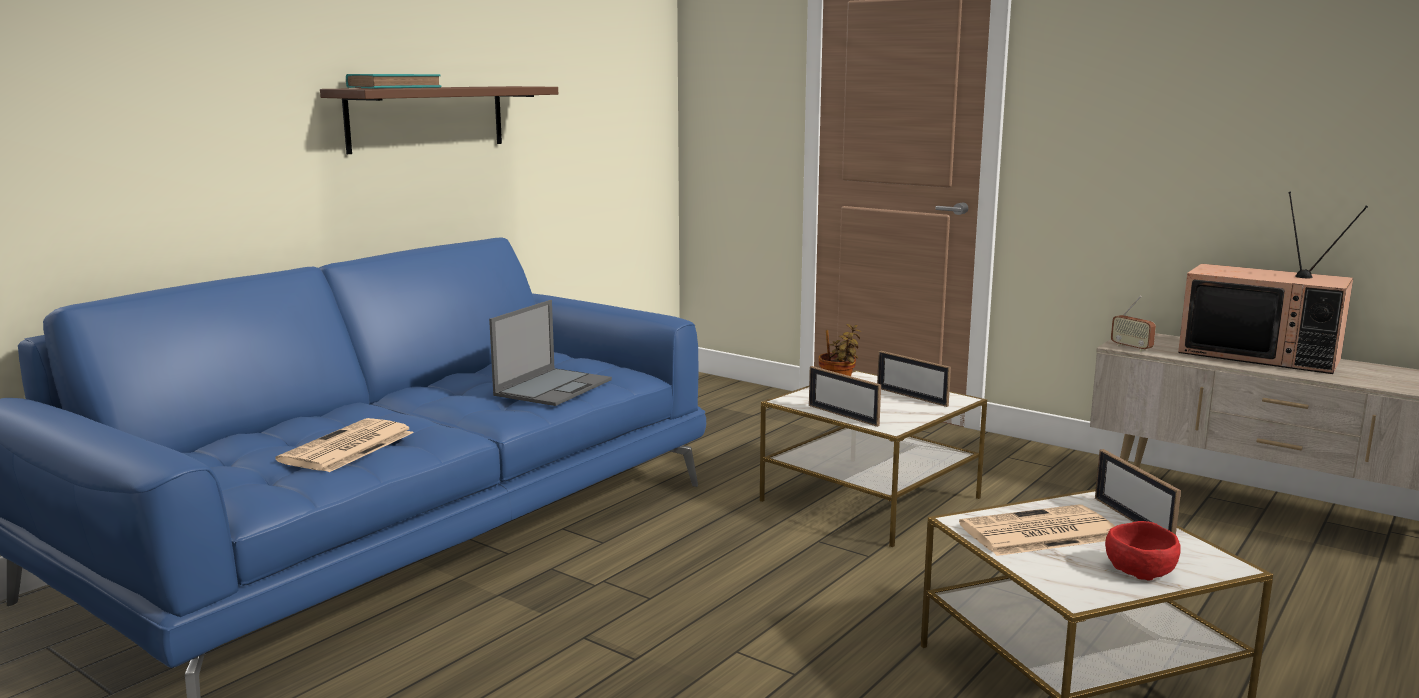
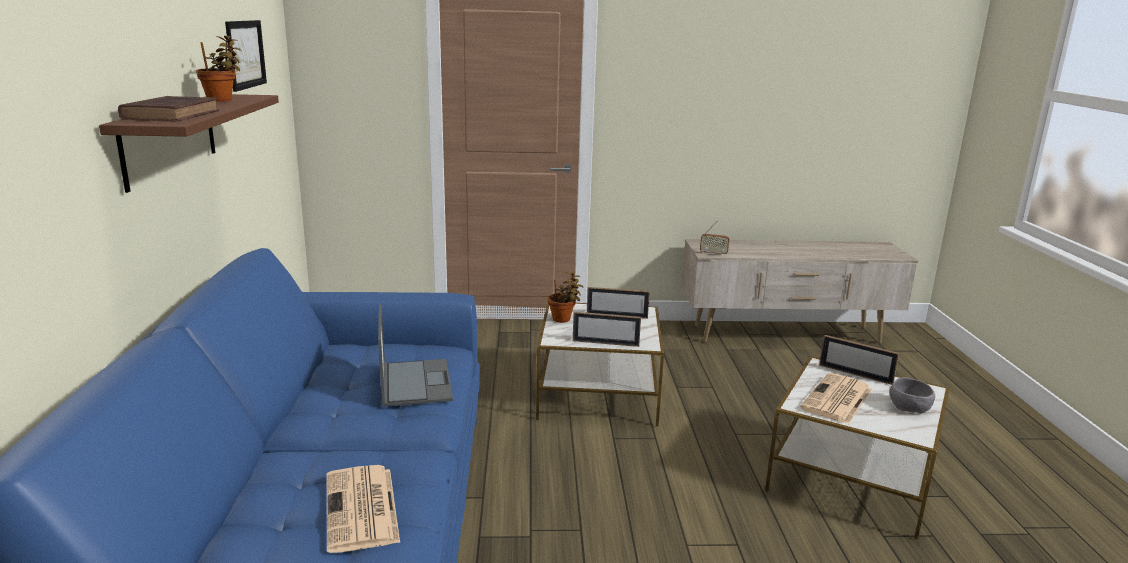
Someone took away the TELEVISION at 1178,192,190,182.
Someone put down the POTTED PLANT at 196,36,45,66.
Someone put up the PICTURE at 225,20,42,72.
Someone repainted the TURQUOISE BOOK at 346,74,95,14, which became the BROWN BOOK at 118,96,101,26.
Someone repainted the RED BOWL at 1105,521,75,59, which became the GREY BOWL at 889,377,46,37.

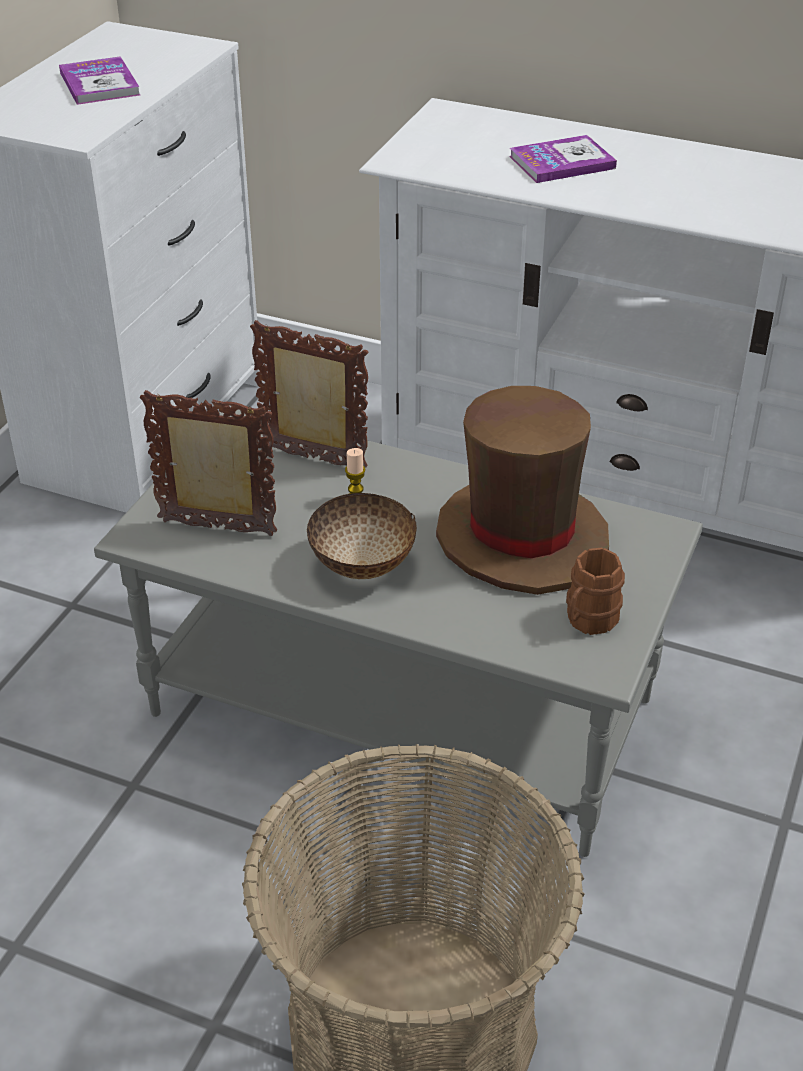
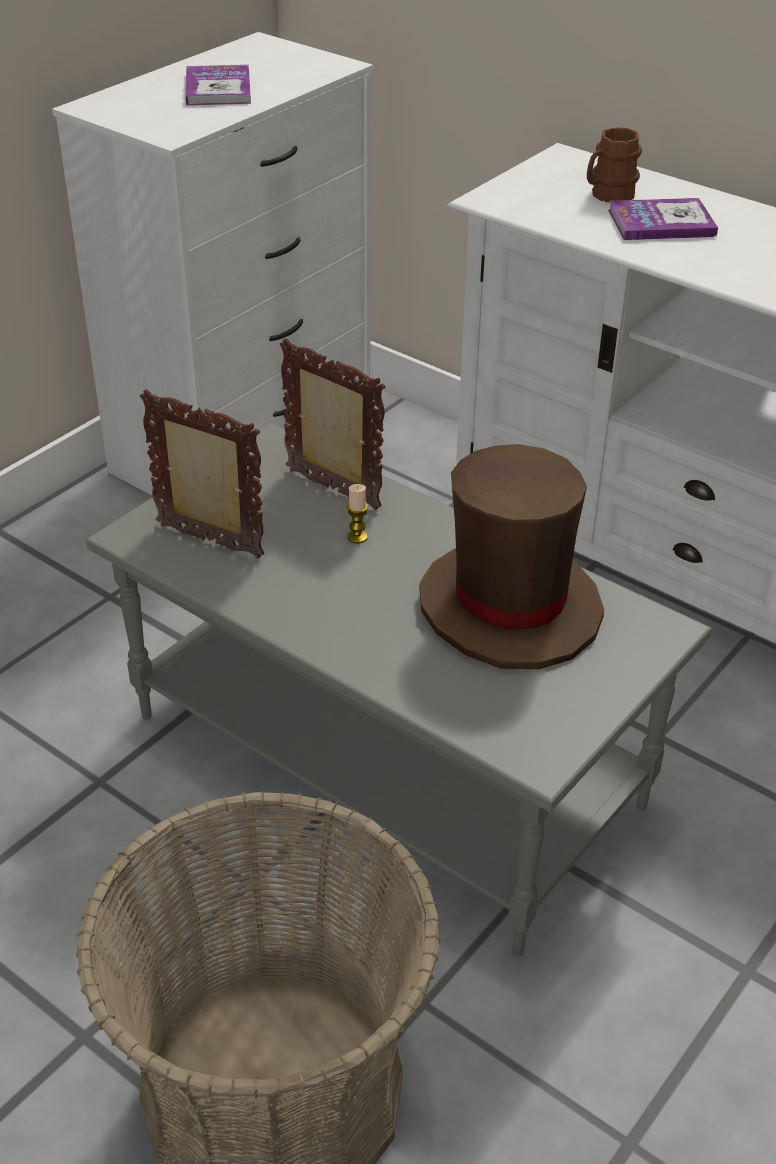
Someone took away the BOWL at 307,493,110,86.
Someone carried the BROWN MUG from 566,548,59,87 to 587,127,55,75.

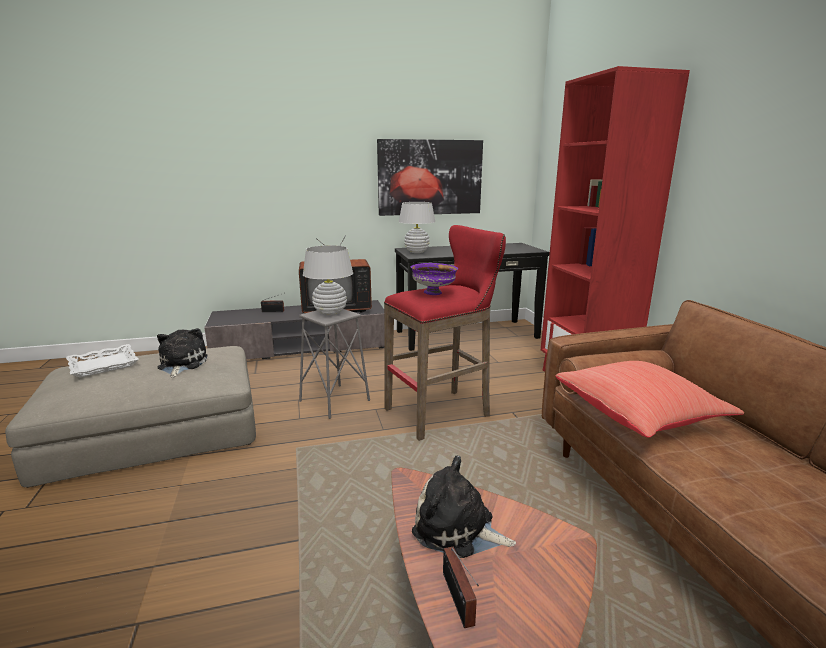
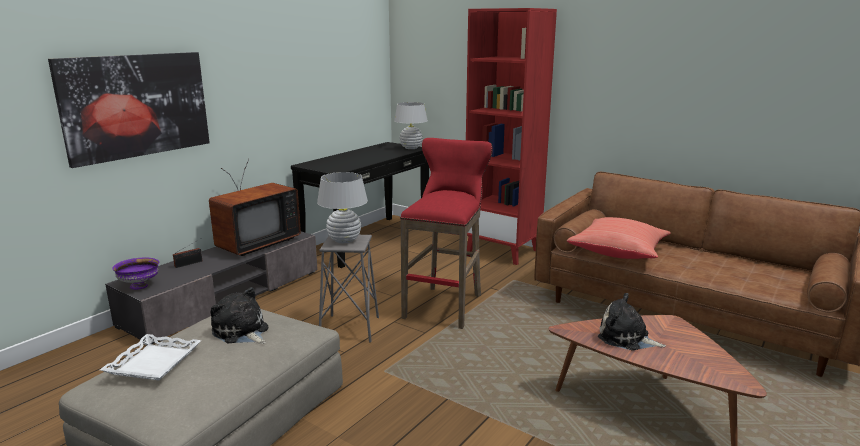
Someone took away the RADIO at 443,546,36,82.
Someone carried the PICTURE from 377,139,106,77 to 48,52,162,116.
Someone carried the WHITE TABLE LAMP from 399,202,36,51 to 394,102,34,47.
Someone carried the PURPLE BOWL from 411,263,47,32 to 112,258,47,32.
Someone rotated the PLUSH TOY at 412,455,104,103 by 45 degrees clockwise.

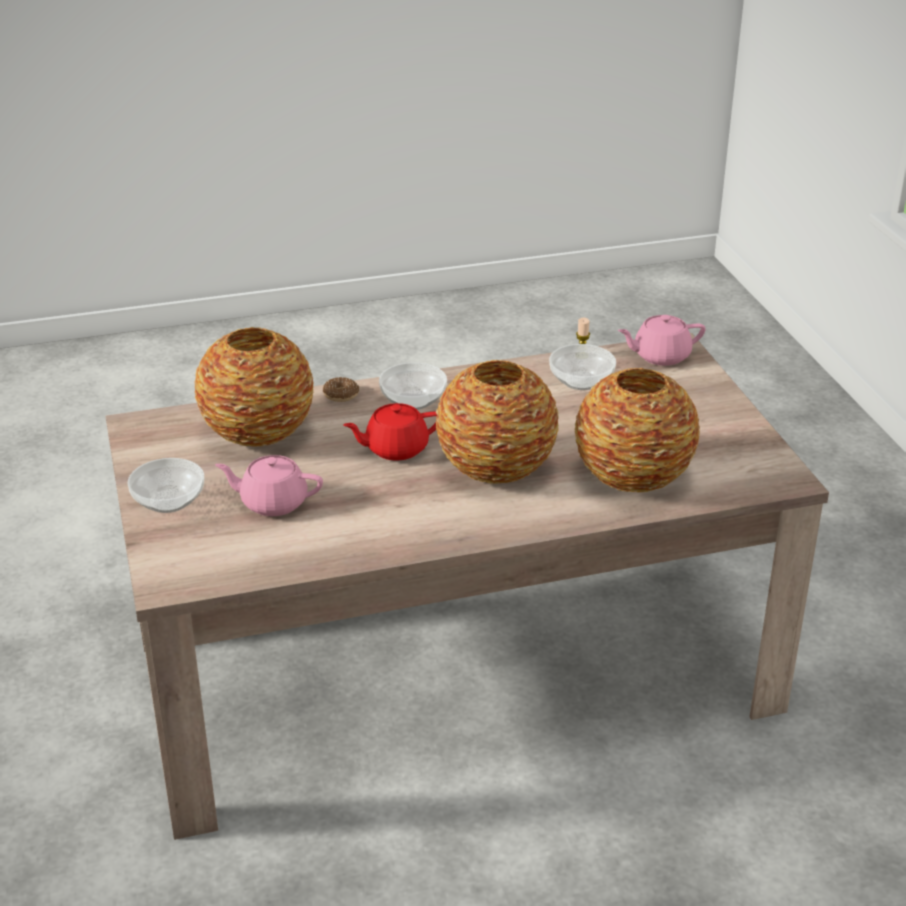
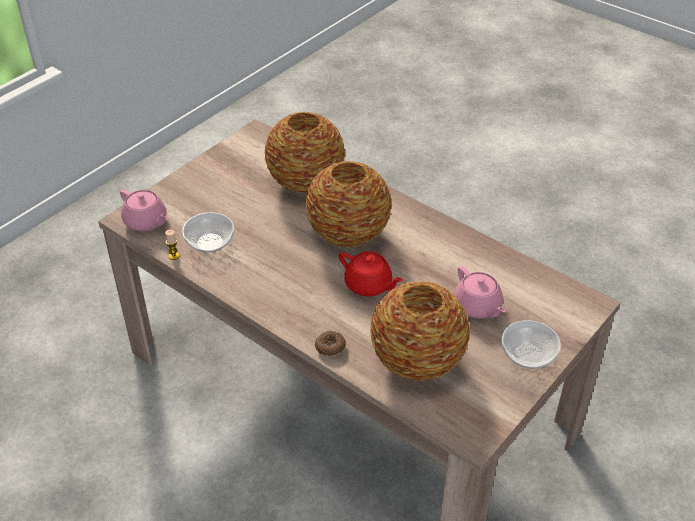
Someone took away the BOWL at 379,362,68,48.

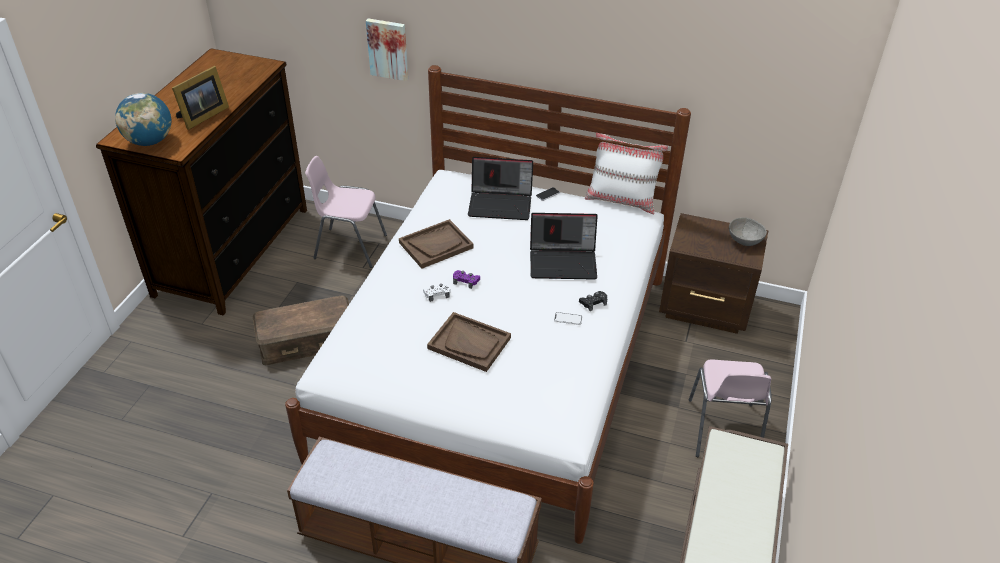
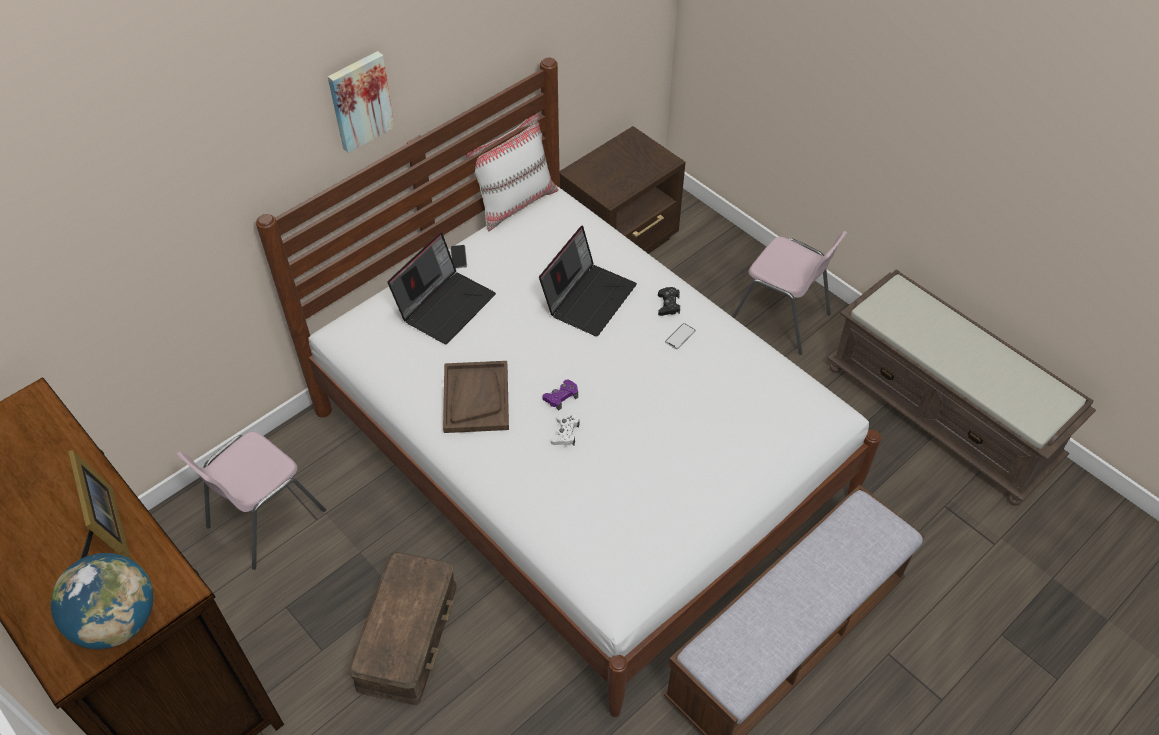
Someone took away the BROWN TRAY at 427,312,84,60.
Someone took away the GREY BOWL at 729,217,38,29.
Someone carried the PICTURE from 366,18,42,63 to 328,51,67,102.

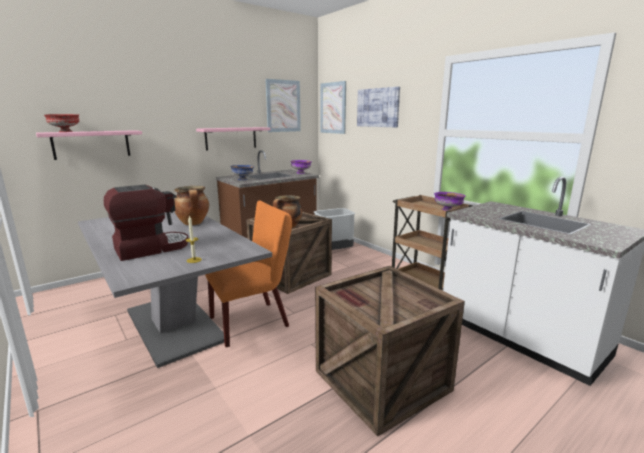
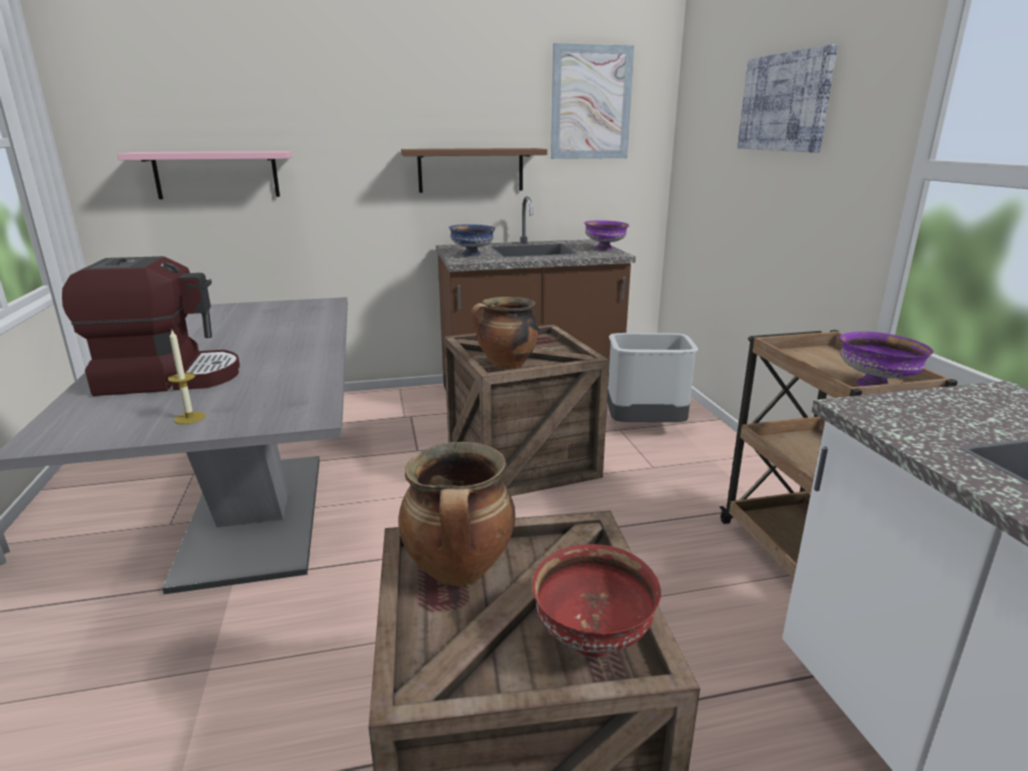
Someone took away the ORANGE CHAIR at 205,200,87,147.
Someone took away the PICTURE at 320,81,26,53.
Someone carried the RED BOWL from 44,114,35,18 to 532,544,129,113.
Someone carried the COOKING POT from 174,186,35,39 to 399,442,116,144.
Someone repainted the PINK SHELF at 196,127,75,24, which became the BROWN SHELF at 401,148,146,45.

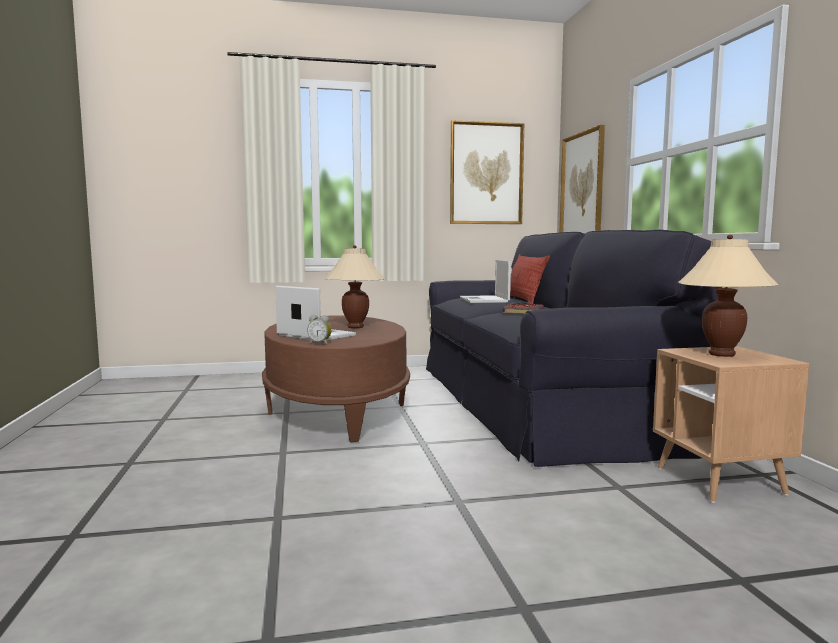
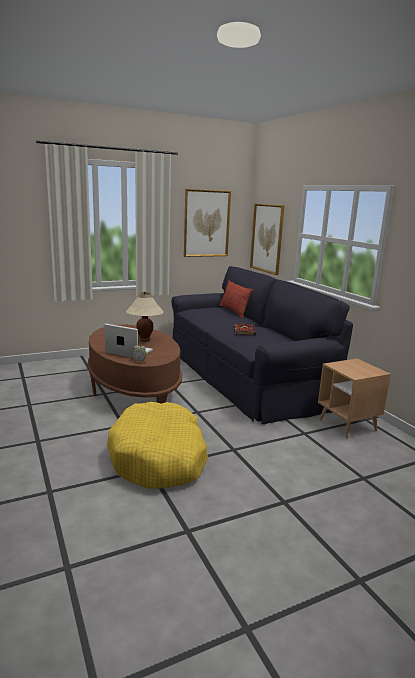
Someone took away the LAPTOP at 460,260,51,43.
Someone took away the BEIGE TABLE LAMP at 678,235,100,122.
Someone put down the YELLOW DOG BED at 107,402,101,87.

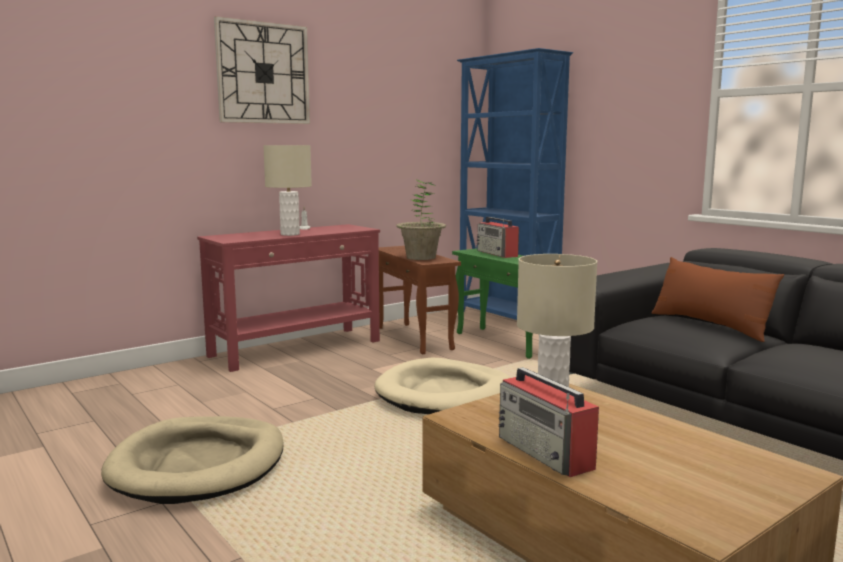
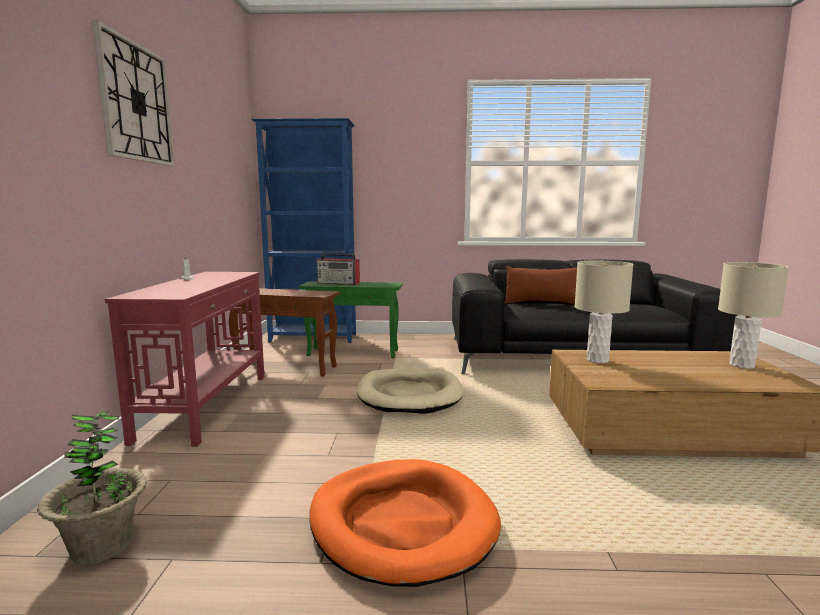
Someone took away the RADIO at 499,367,100,110.
Someone carried the BEIGE TABLE LAMP from 263,145,49,91 to 718,262,71,107.
Someone carried the POTTED PLANT from 396,179,50,81 to 37,411,110,154.
Someone repainted the BEIGE DOG BED at 101,416,183,88, which became the ORANGE DOG BED at 310,459,191,128.

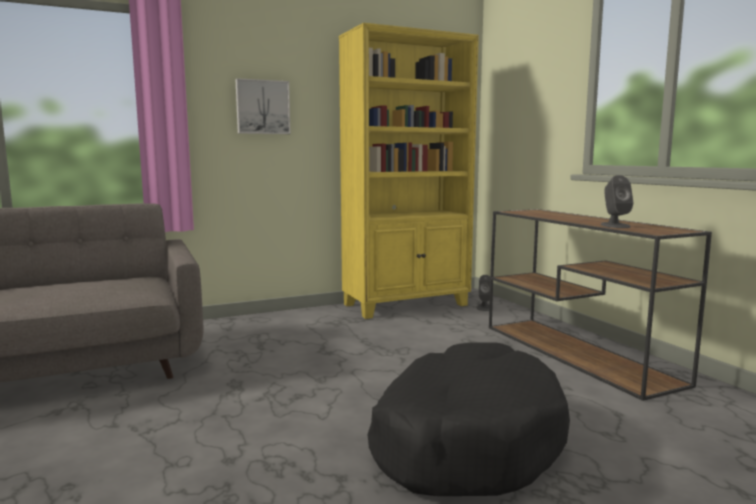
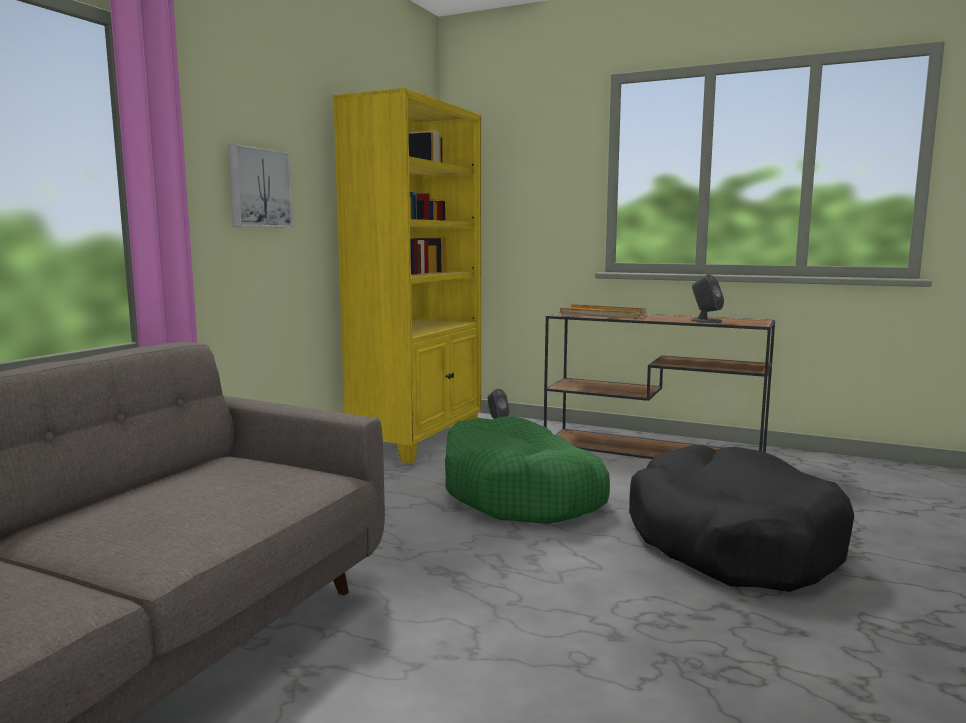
Someone put down the GREEN DOG BED at 445,416,165,108.
Someone put down the BEIGE TRAY at 560,304,86,15.

